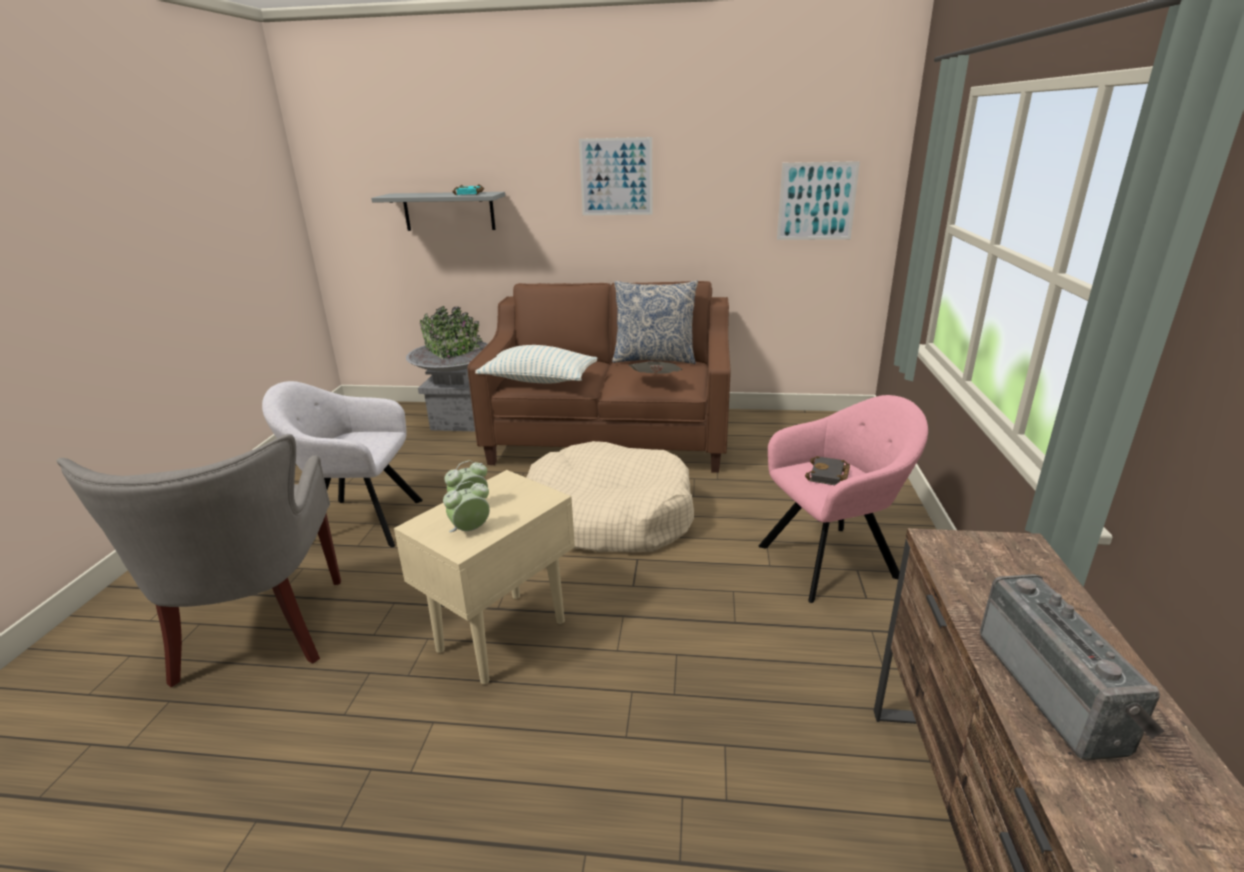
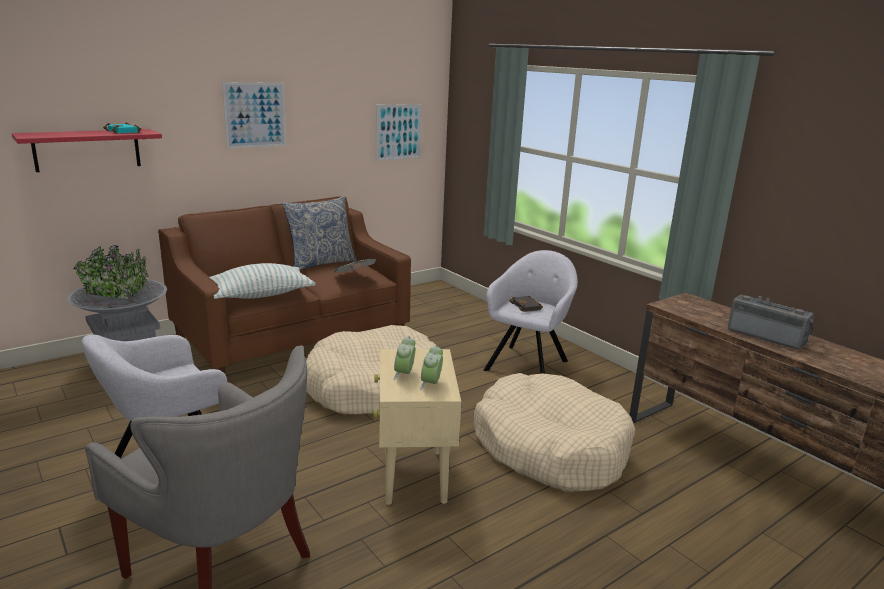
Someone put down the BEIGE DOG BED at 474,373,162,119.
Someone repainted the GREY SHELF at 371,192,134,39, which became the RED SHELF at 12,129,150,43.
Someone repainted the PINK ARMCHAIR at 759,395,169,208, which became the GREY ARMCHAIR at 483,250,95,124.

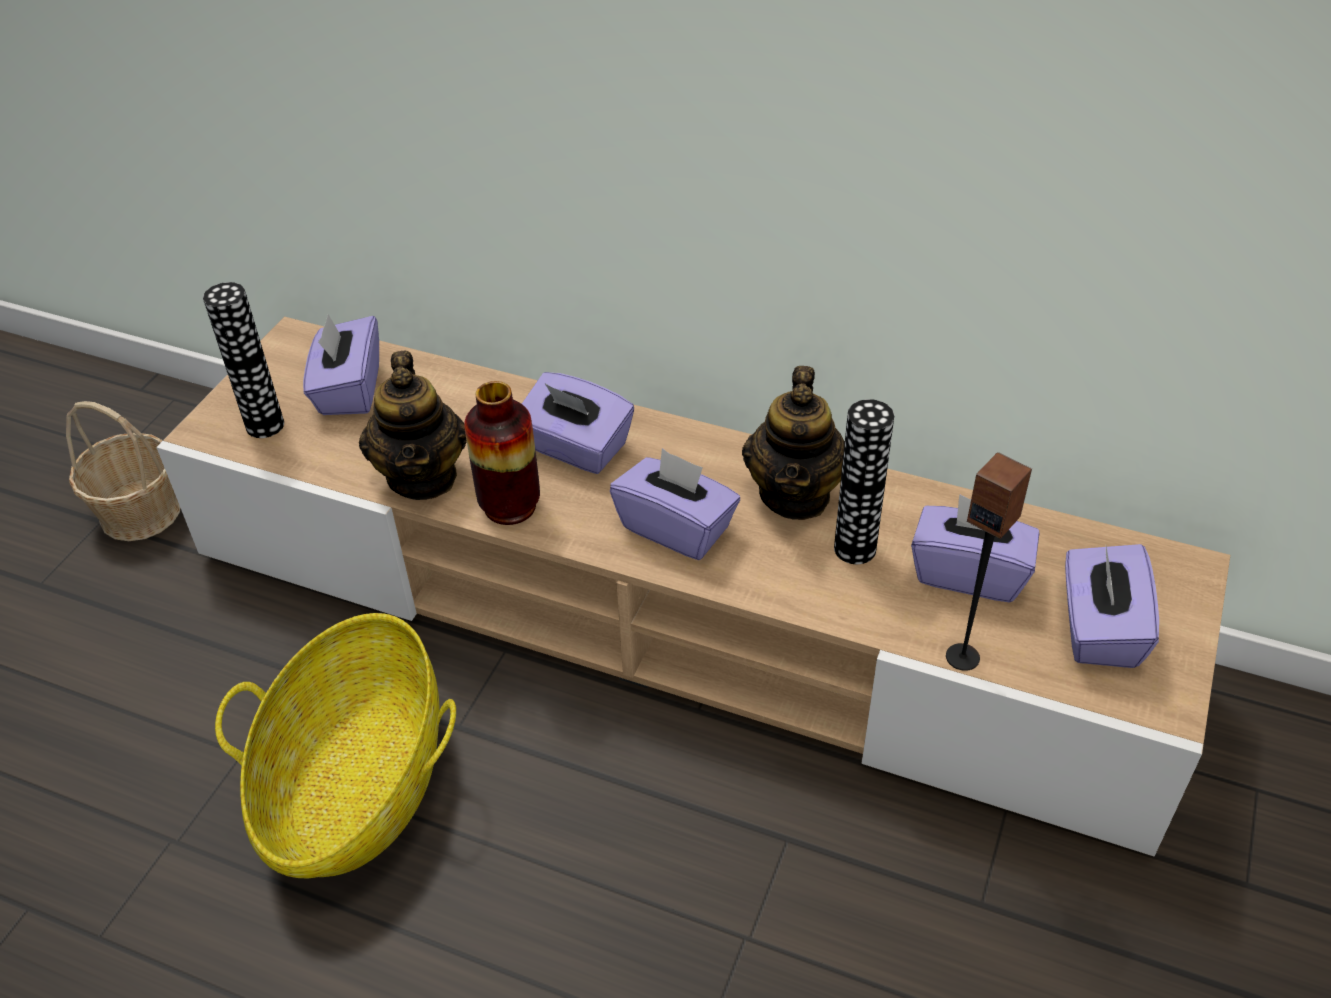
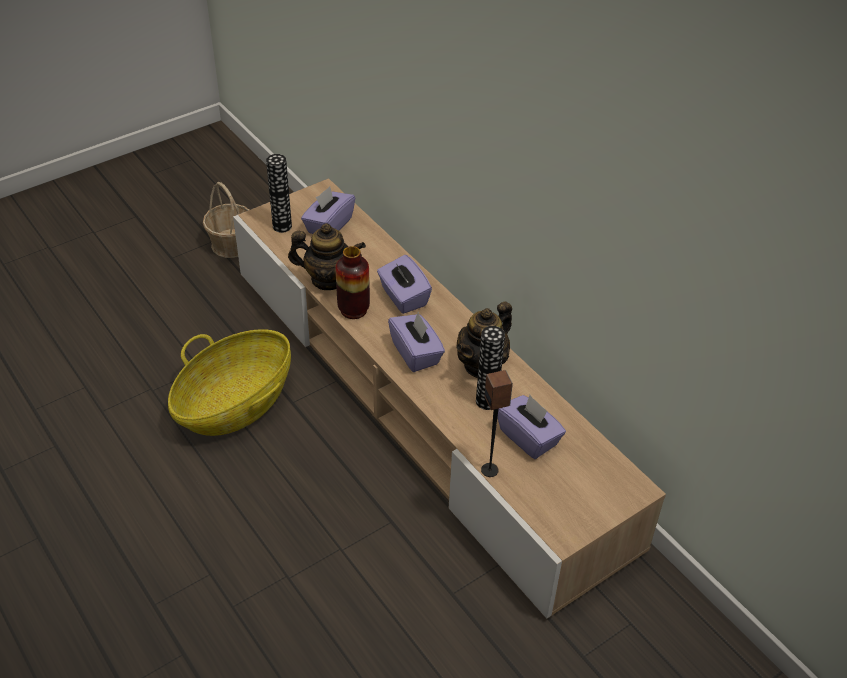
Someone took away the PURPLE TISSUE BOX at 1065,544,94,124.
Someone rotated the TEAPOT at 359,351,108,149 by 105 degrees counterclockwise.

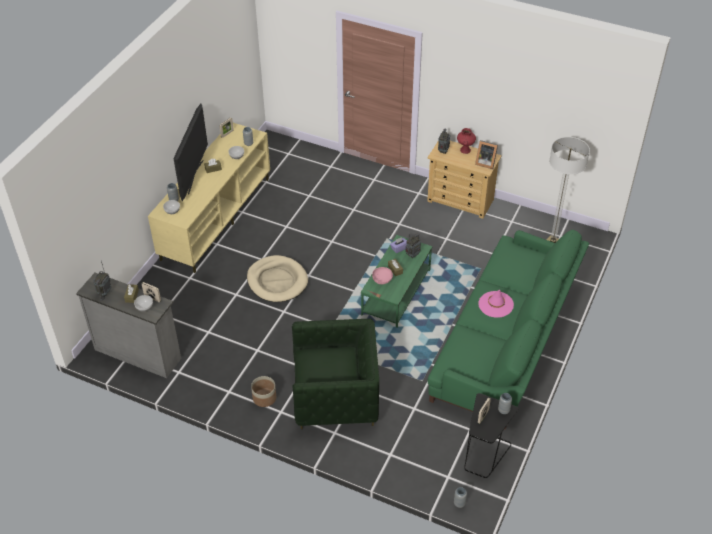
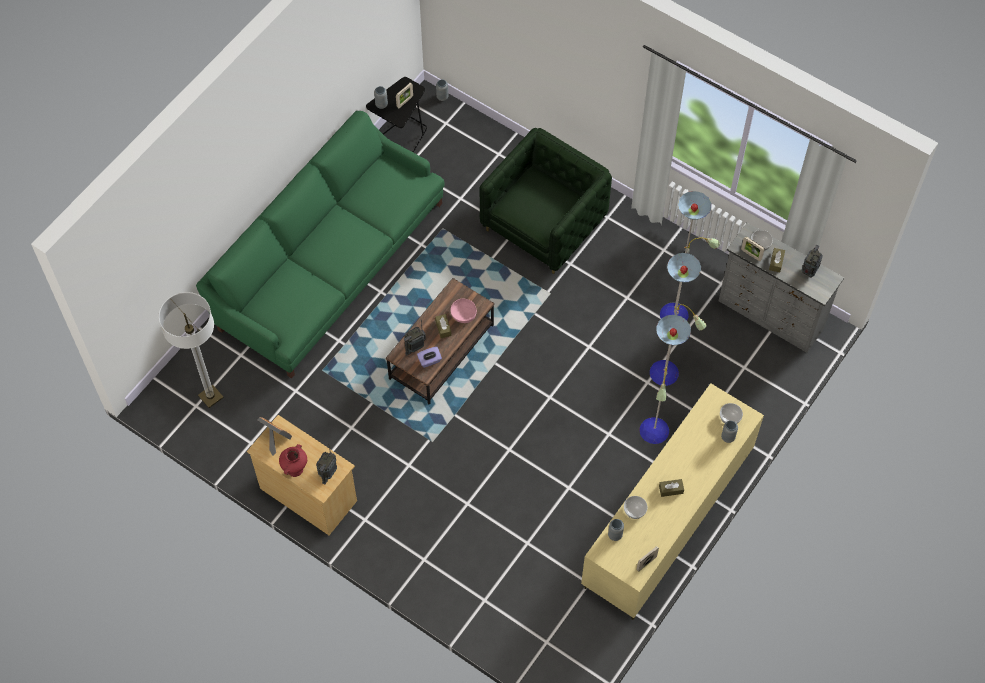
Someone took away the TELEVISION at 173,104,35,97.
Someone took away the BEIGE DOG BED at 247,255,61,47.
Someone took away the PLANTER at 251,376,25,31.
Someone took away the PINK HAT at 478,290,36,28.
Someone put down the FLOOR LAMP at 640,191,80,253.
Someone repainted the GREEN COFFEE TABLE at 361,235,72,92, which became the BROWN COFFEE TABLE at 386,278,108,127.
Someone rotated the GREEN ARMCHAIR at 292,319,87,110 by 120 degrees clockwise.

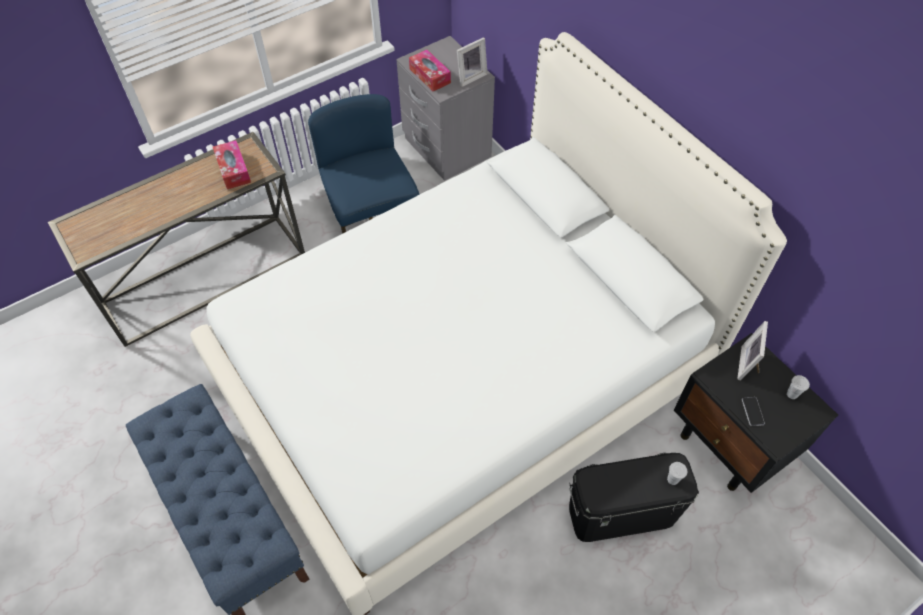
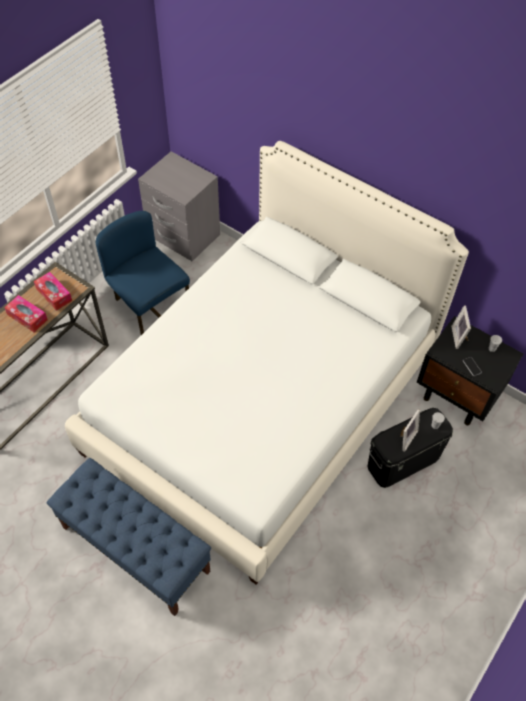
Someone carried the TISSUE BOX from 409,50,42,41 to 4,295,44,37.
Someone carried the PICTURE FRAME from 457,37,31,50 to 400,409,20,43.

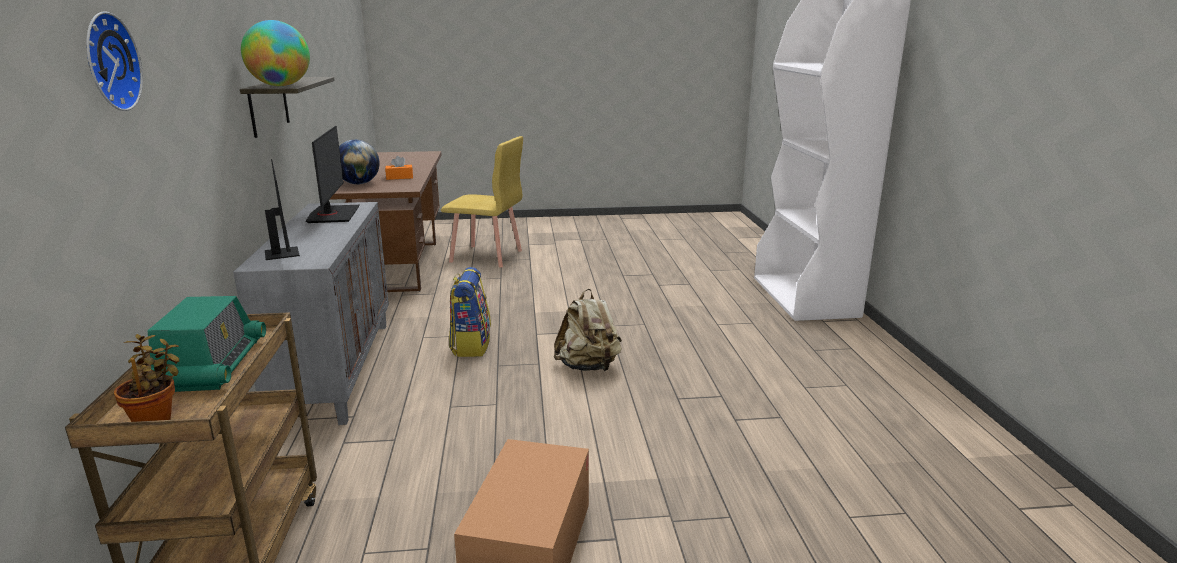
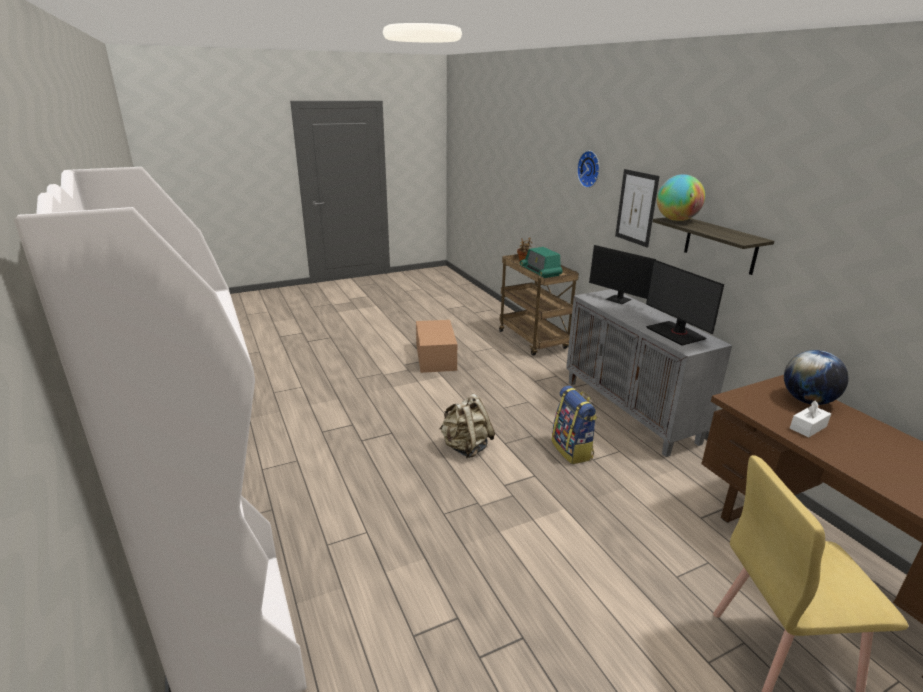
Someone put up the PICTURE at 615,169,45,79.
Someone repainted the ORANGE TISSUE BOX at 385,156,28,24, which became the WHITE TISSUE BOX at 790,400,41,38.

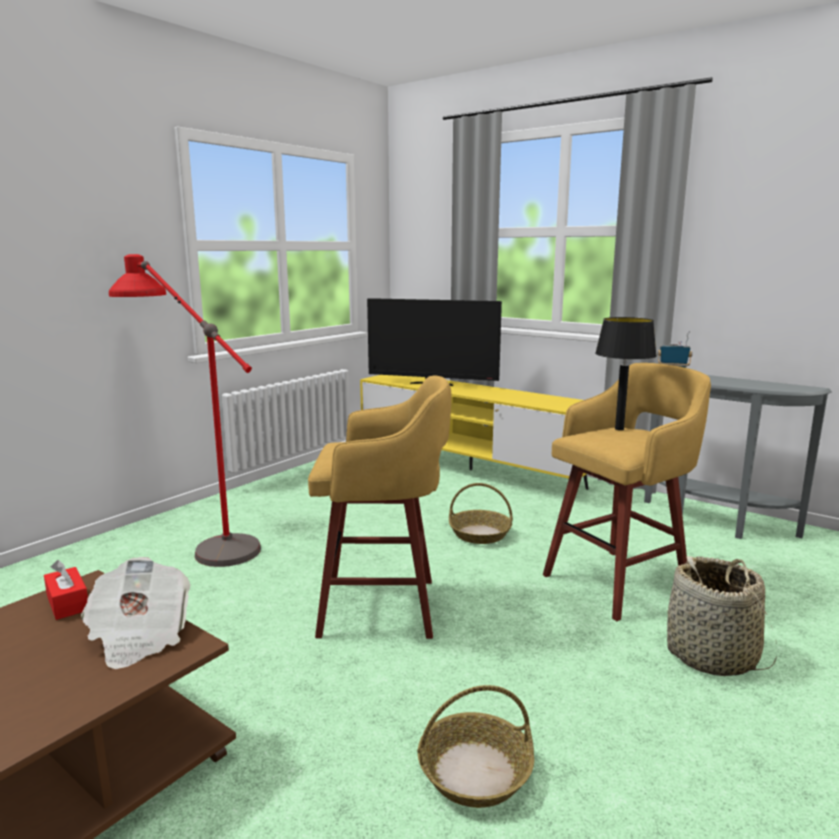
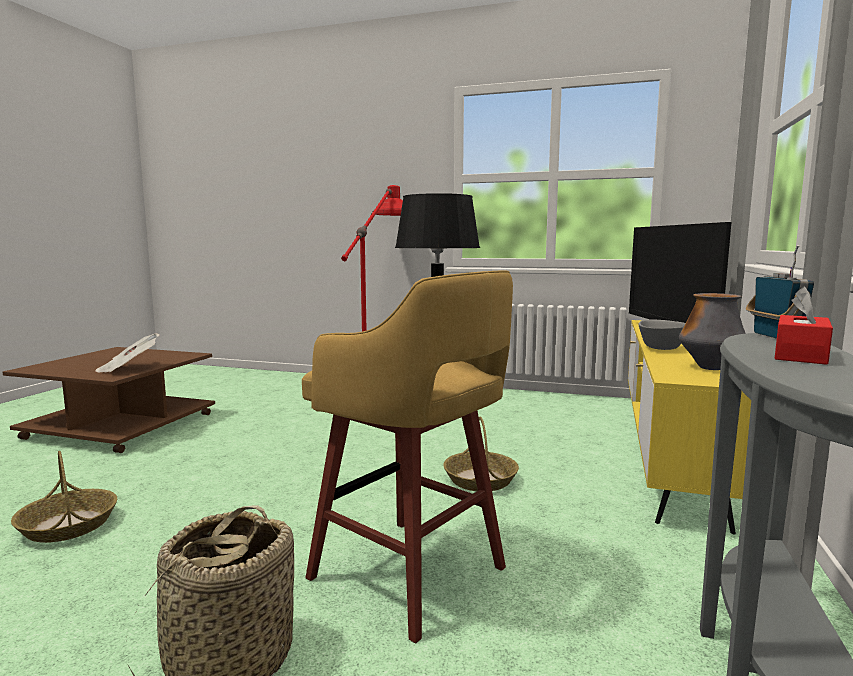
Someone took away the YELLOW STOOL at 308,375,144,264.
Someone put down the GREY BOWL at 639,320,46,30.
Someone put down the VASE at 679,293,67,77.
Someone carried the RED TISSUE BOX from 44,560,44,60 to 775,287,58,78.

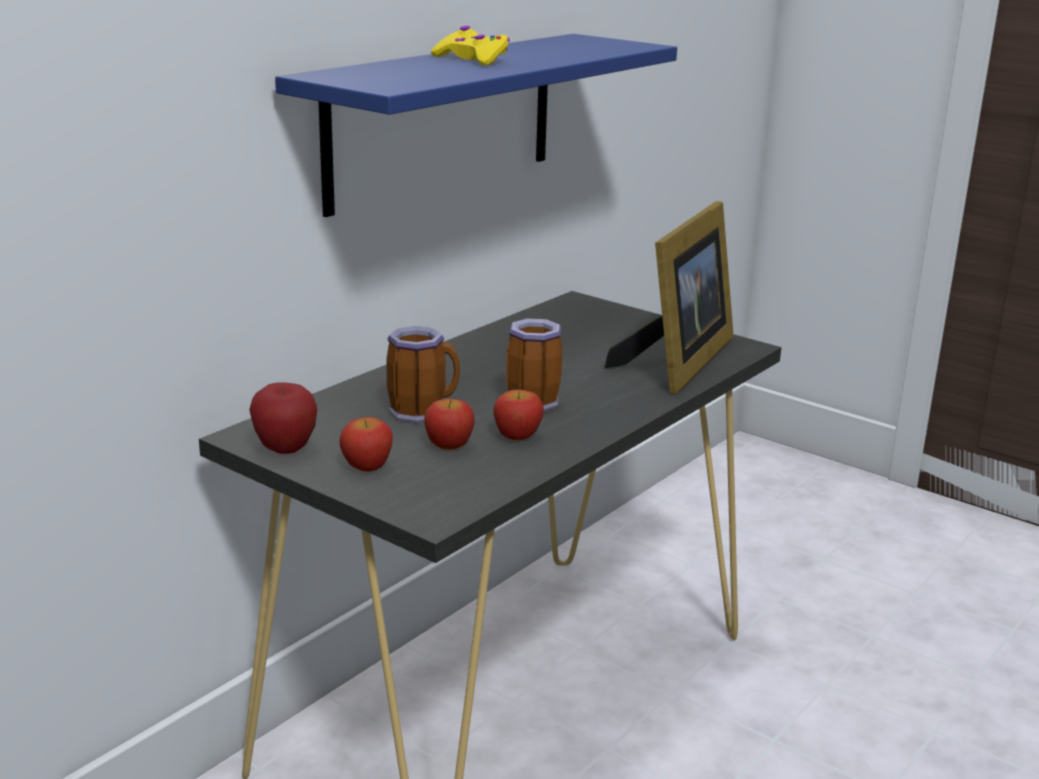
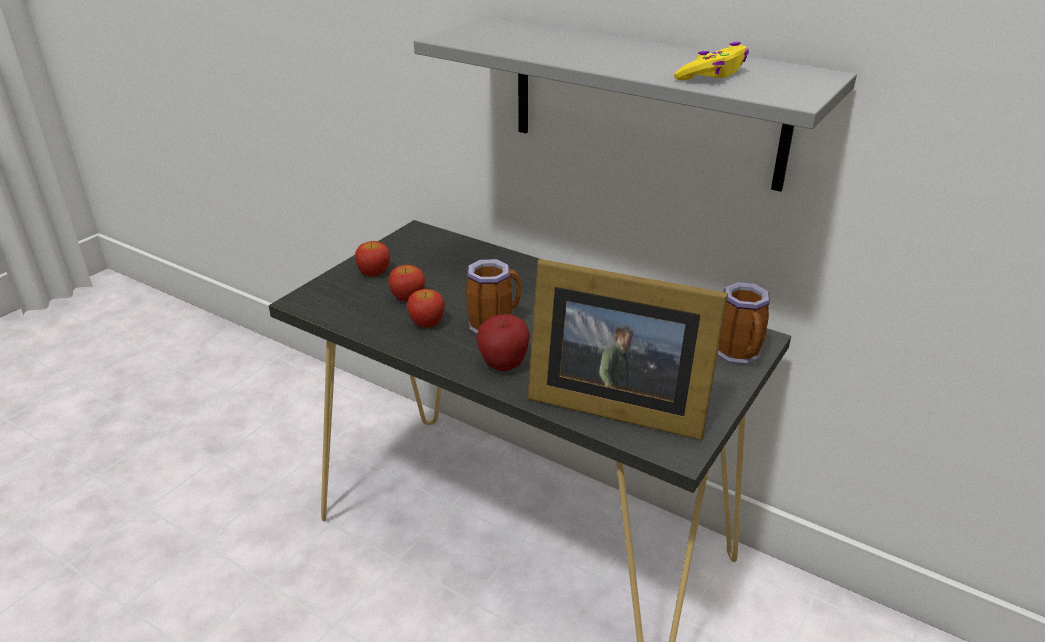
Someone carried the APPLE from 249,382,68,72 to 476,314,54,57.
Someone carried the MUG from 386,326,74,98 to 717,282,53,83.
Someone carried the YELLOW GAME CONTROLLER from 431,26,79,40 to 674,42,75,38.
Someone repainted the BLUE SHELF at 275,34,402,183, which became the GREY SHELF at 414,16,443,176.

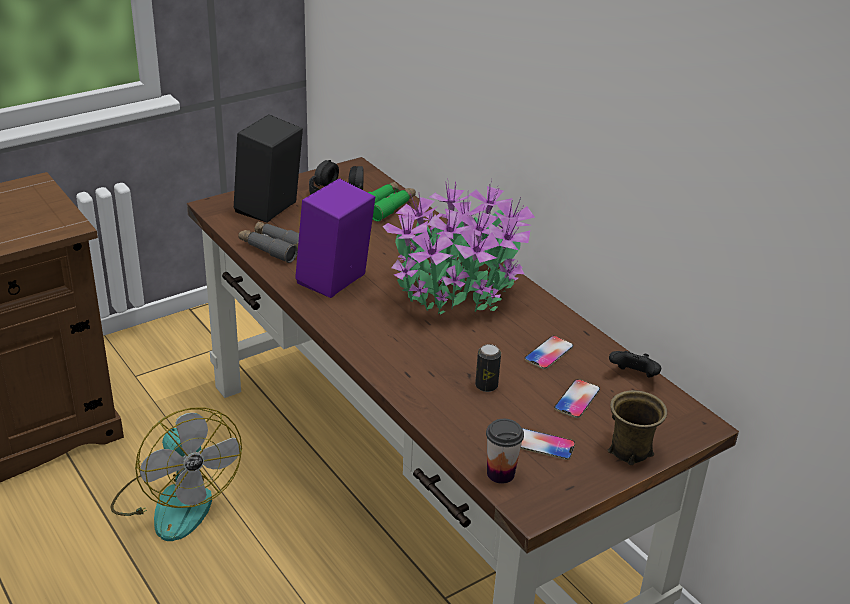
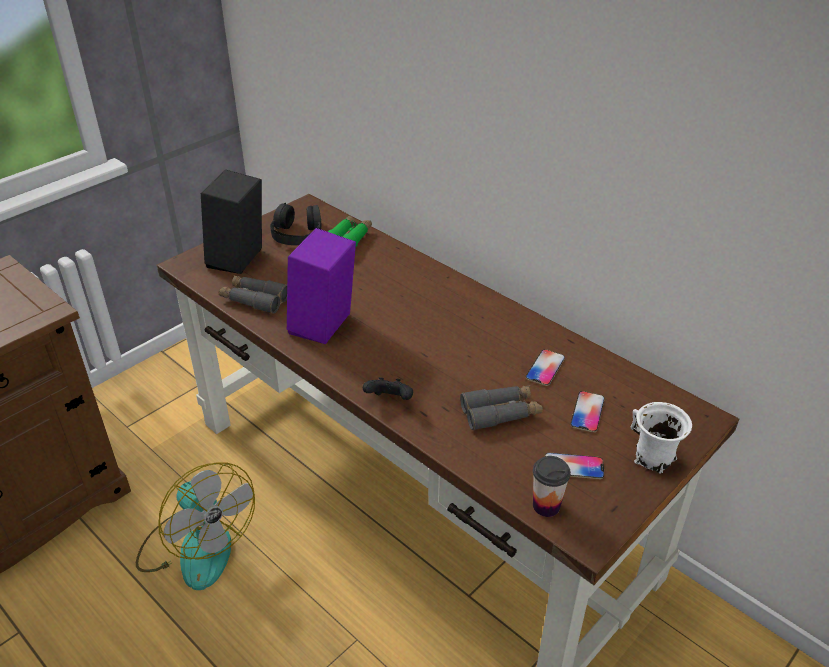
Someone took away the POTTED PLANT at 383,178,152,136.
Someone carried the BLACK GAME CONTROLLER from 609,351,52,26 to 363,377,50,23.
Someone swapped the CAN at 475,344,26,48 for the GREY BINOCULARS at 460,385,83,46.
Someone repainted the BROWN MUG at 608,390,59,75, which became the WHITE MUG at 631,402,61,72.

